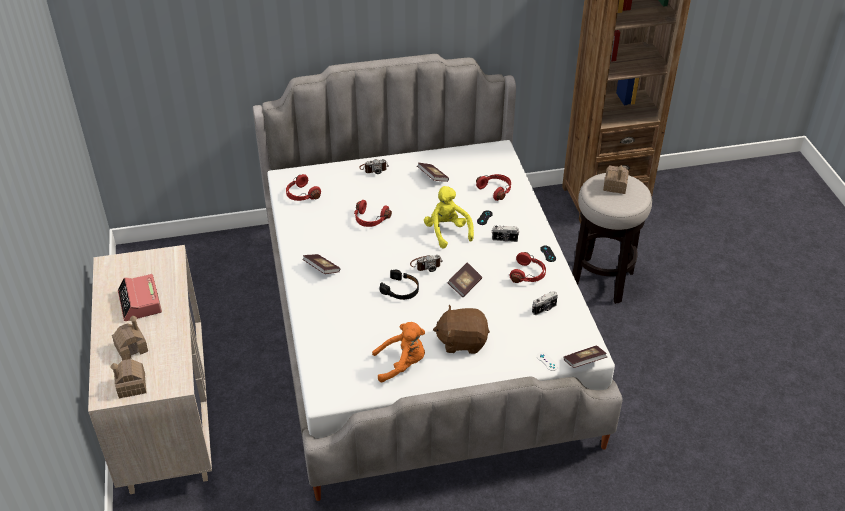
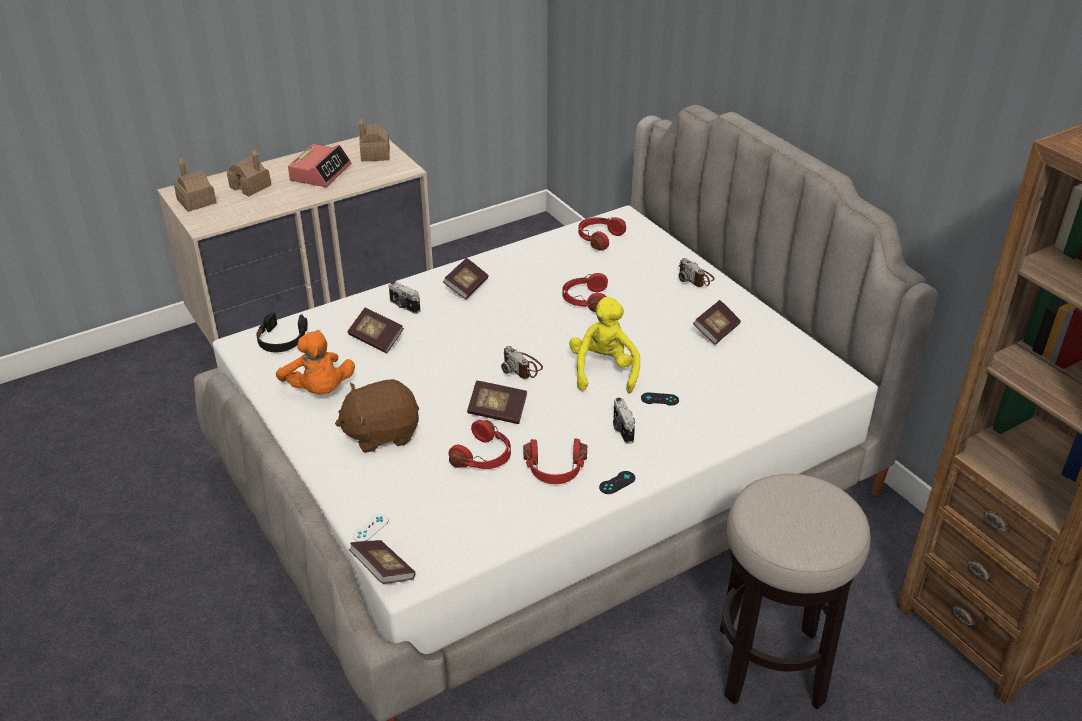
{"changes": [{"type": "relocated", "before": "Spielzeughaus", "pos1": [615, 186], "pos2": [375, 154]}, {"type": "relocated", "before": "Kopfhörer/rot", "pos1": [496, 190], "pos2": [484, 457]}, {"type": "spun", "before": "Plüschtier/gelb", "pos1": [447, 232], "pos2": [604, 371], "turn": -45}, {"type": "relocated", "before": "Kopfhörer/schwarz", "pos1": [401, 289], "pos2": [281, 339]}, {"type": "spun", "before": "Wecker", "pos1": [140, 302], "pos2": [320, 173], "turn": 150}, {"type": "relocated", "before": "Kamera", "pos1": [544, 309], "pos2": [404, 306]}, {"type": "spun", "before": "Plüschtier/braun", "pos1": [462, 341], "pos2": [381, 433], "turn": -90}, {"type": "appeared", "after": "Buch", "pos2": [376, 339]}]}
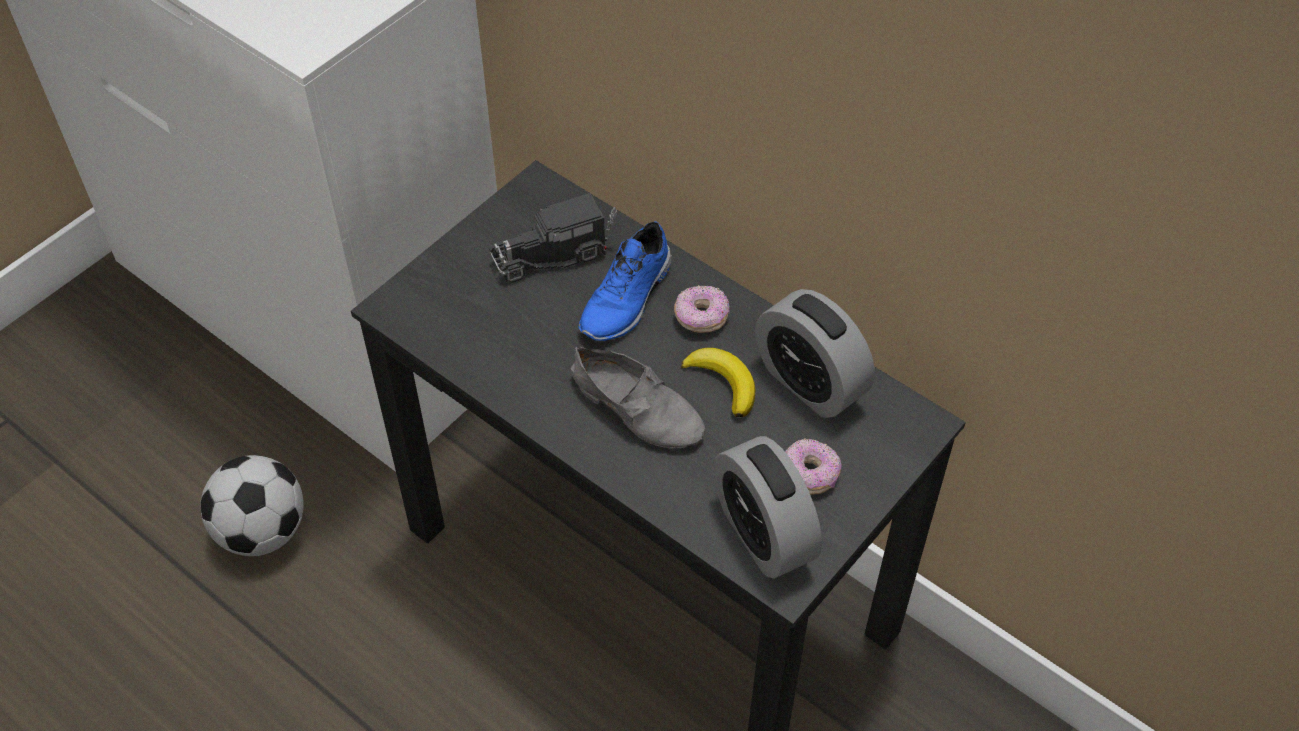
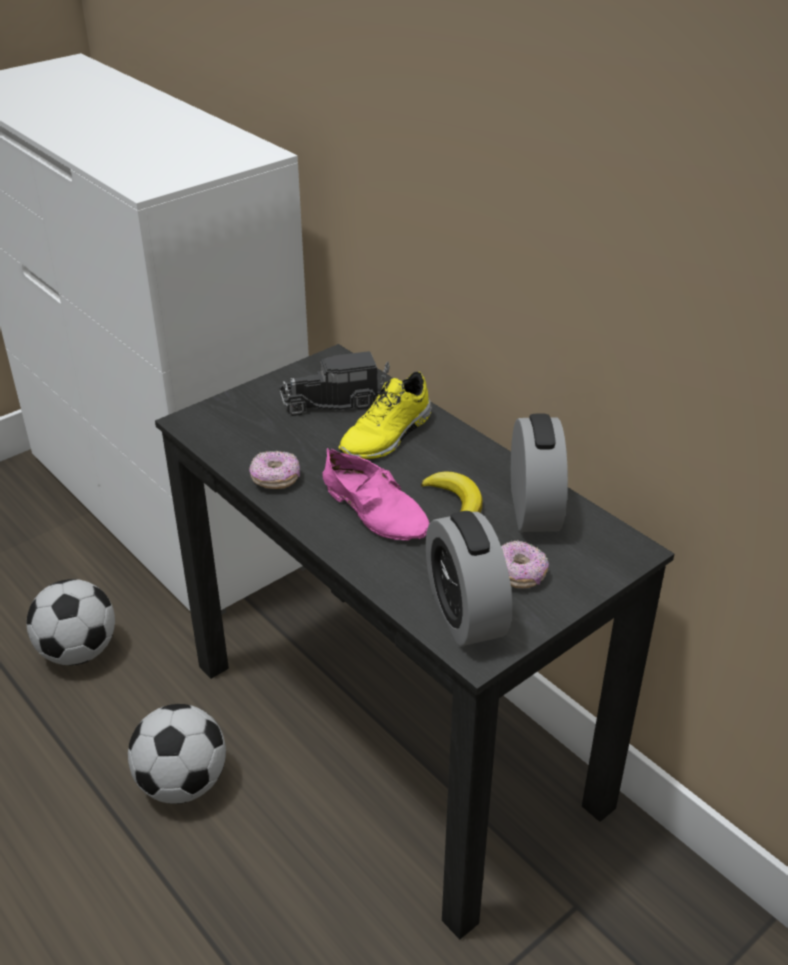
{"changes": [{"type": "colour", "before": "Schuh/blau", "after": "Schuh/gelb", "pos1": [628, 299], "pos2": [388, 436]}, {"type": "relocated", "before": "Donut", "pos1": [701, 317], "pos2": [275, 479]}, {"type": "spun", "before": "Wecker", "pos1": [810, 382], "pos2": [534, 509], "turn": -150}, {"type": "colour", "before": "Schuh/grau", "after": "Schuh/rosa", "pos1": [639, 406], "pos2": [376, 509]}, {"type": "appeared", "after": "Fußball", "pos2": [183, 783]}]}
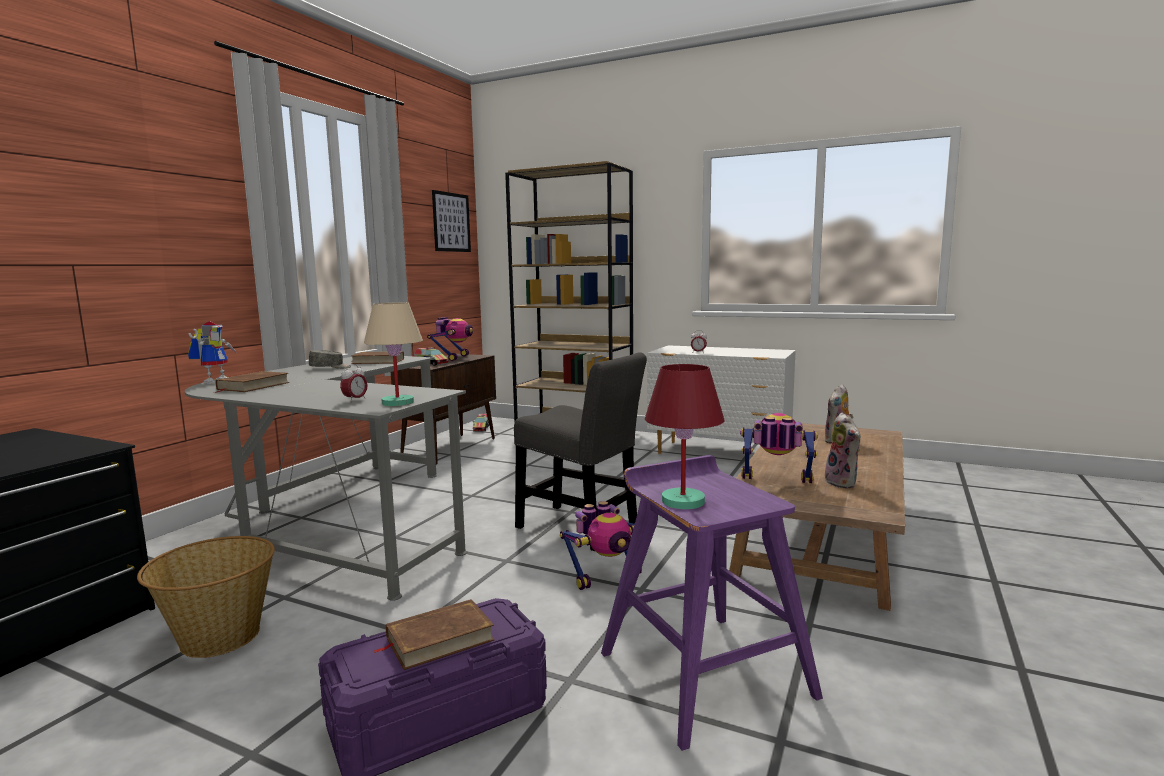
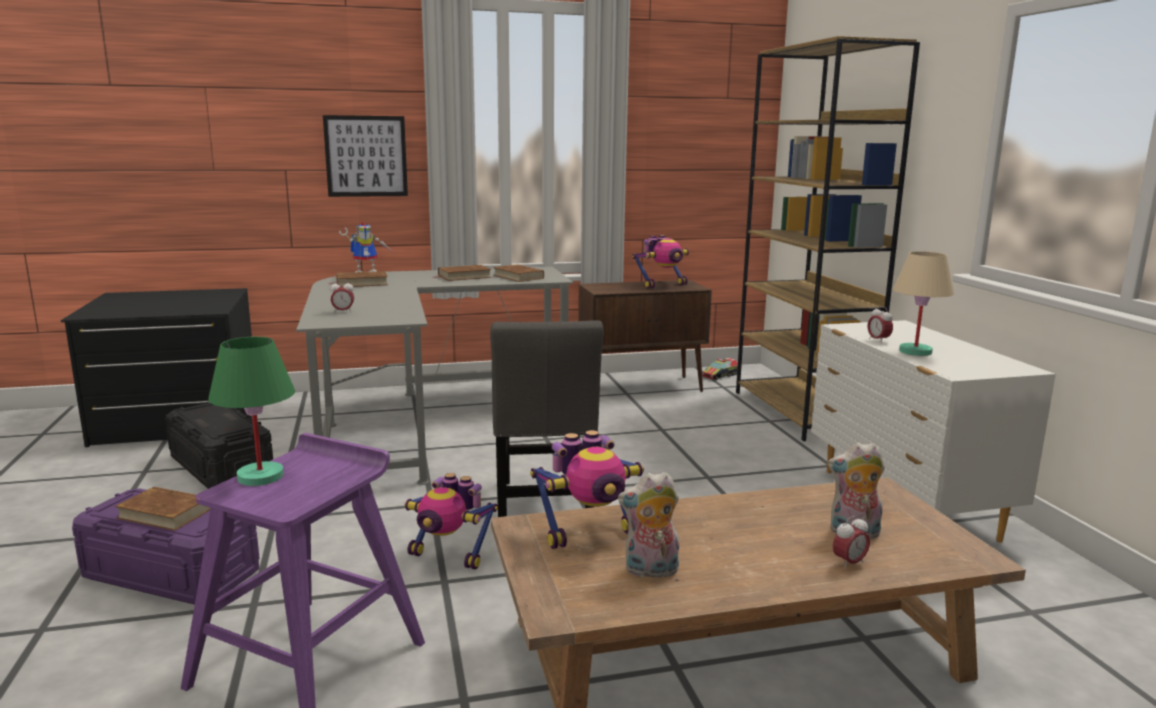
{"changes": [{"type": "relocated", "before": "Bild", "pos1": [451, 222], "pos2": [366, 156]}, {"type": "relocated", "before": "Tischlampe/beige", "pos1": [398, 403], "pos2": [915, 352]}, {"type": "missing", "before": "Spielzeuglaster", "pos1": [431, 363]}, {"type": "exchanged", "before": "Kappe/grau", "after": "Buch/braun", "pos1": [330, 368], "pos2": [464, 276]}, {"type": "colour", "before": "Tischlampe/rot", "after": "Tischlampe/grün", "pos1": [683, 501], "pos2": [261, 476]}, {"type": "spun", "before": "Spielzeugroboter", "pos1": [776, 483], "pos2": [589, 532], "turn": 90}, {"type": "spun", "before": "Plüschtier", "pos1": [843, 483], "pos2": [650, 571], "turn": 45}, {"type": "exchanged", "before": "Korb", "after": "Aufbewahrungsbox/schwarz", "pos1": [218, 637], "pos2": [221, 467]}, {"type": "appeared", "after": "Wecker", "pos2": [849, 563]}]}
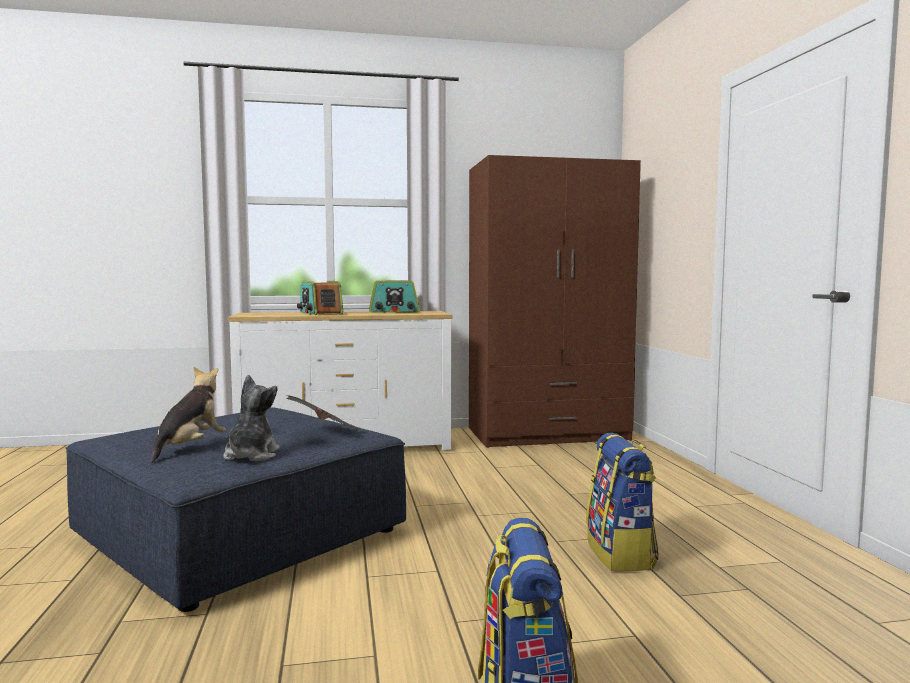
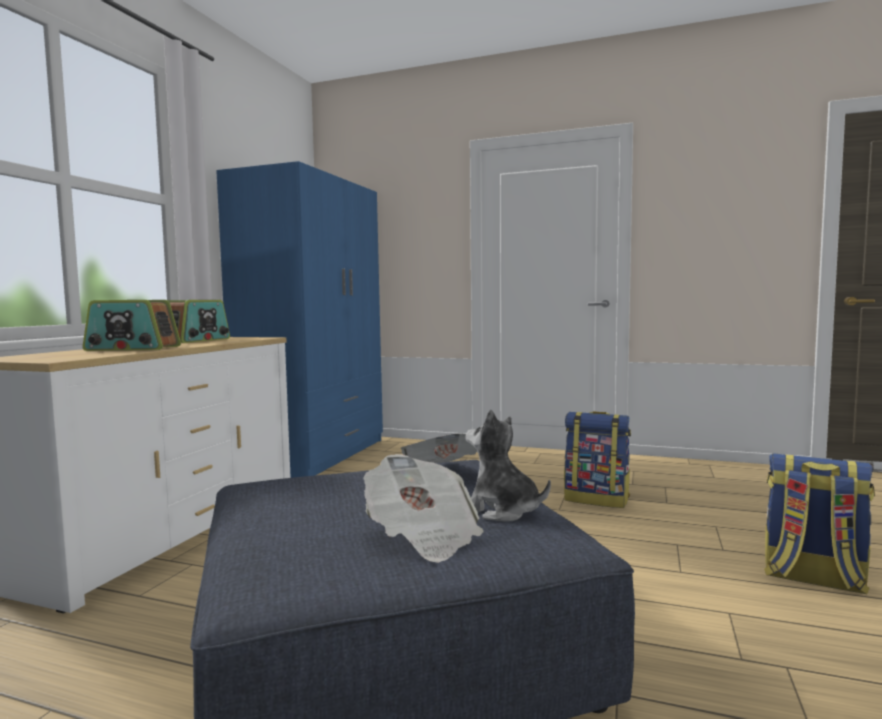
{"changes": [{"type": "colour", "before": "Kleiderschrank/braun", "after": "Kleiderschrank/blau", "pos1": [548, 434], "pos2": [315, 455]}, {"type": "exchanged", "before": "Plüschtier", "after": "Zeitung", "pos1": [190, 448], "pos2": [423, 536]}]}
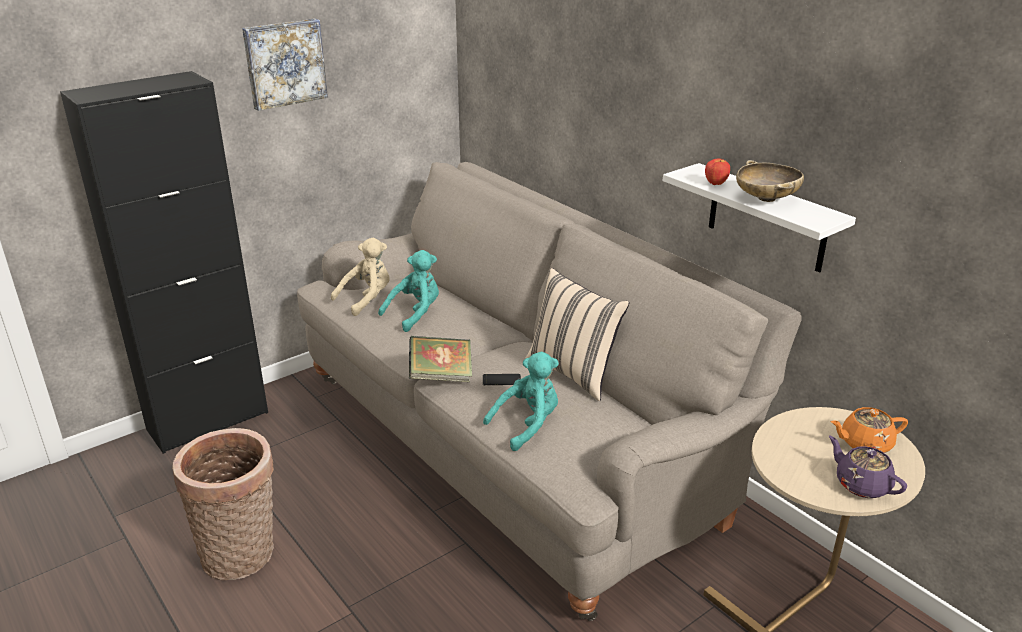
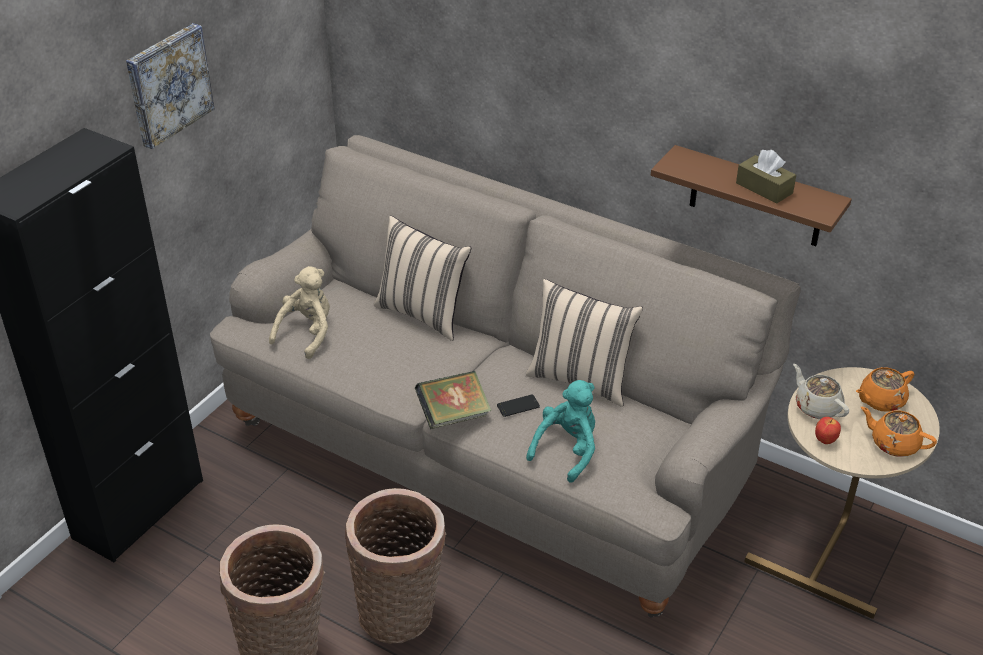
{"changes": [{"type": "relocated", "before": "Apfel", "pos1": [715, 184], "pos2": [825, 440]}, {"type": "exchanged", "before": "Schüssel/beige", "after": "Taschentuchbox/braun", "pos1": [766, 199], "pos2": [764, 188]}, {"type": "colour", "before": "Wandregal/weiß", "after": "Wandregal/braun", "pos1": [767, 218], "pos2": [756, 198]}, {"type": "missing", "before": "Plüschtier/türkis", "pos1": [415, 314]}, {"type": "colour", "before": "Teekanne/lila", "after": "Teekanne/orange", "pos1": [861, 484], "pos2": [893, 444]}, {"type": "appeared", "after": "Kissen/beige", "pos2": [423, 313]}, {"type": "appeared", "after": "Teekanne/beige", "pos2": [817, 407]}, {"type": "appeared", "after": "Korb", "pos2": [401, 612]}]}
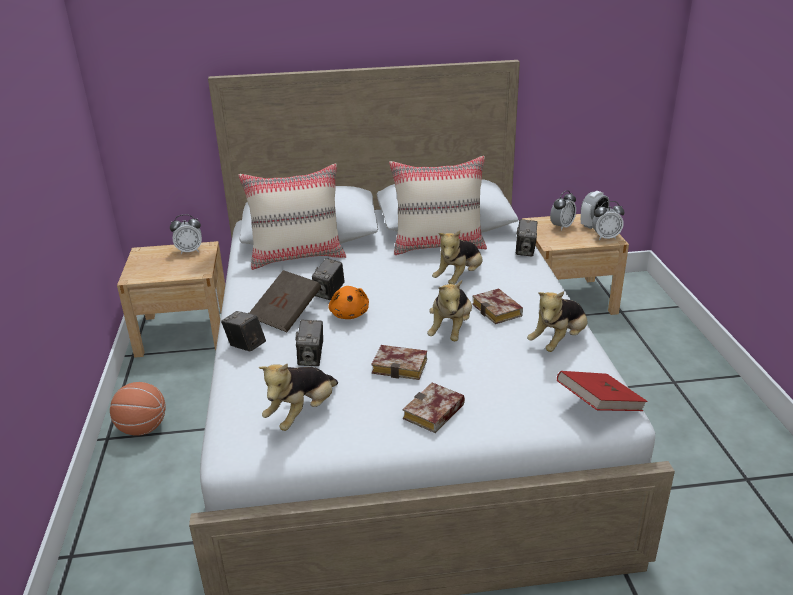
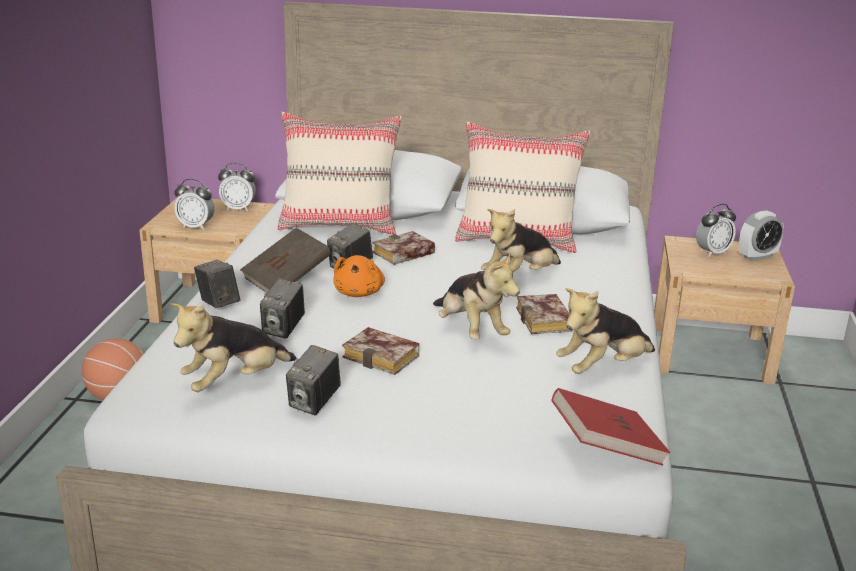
{"changes": [{"type": "relocated", "before": "Wecker", "pos1": [605, 237], "pos2": [196, 227]}, {"type": "relocated", "before": "Kamera", "pos1": [525, 251], "pos2": [314, 403]}, {"type": "spun", "before": "Plüschtier", "pos1": [451, 330], "pos2": [470, 330], "turn": -60}, {"type": "relocated", "before": "Buch", "pos1": [434, 414], "pos2": [402, 254]}]}
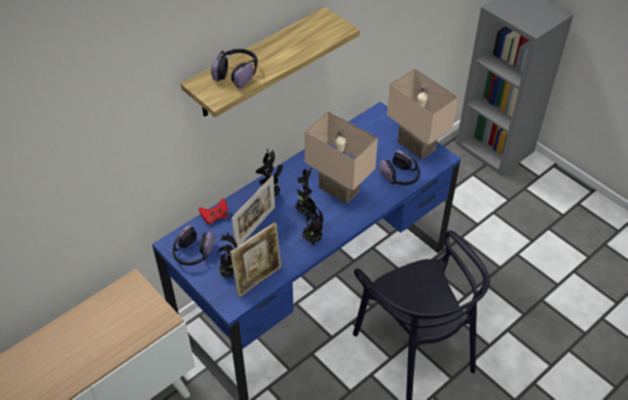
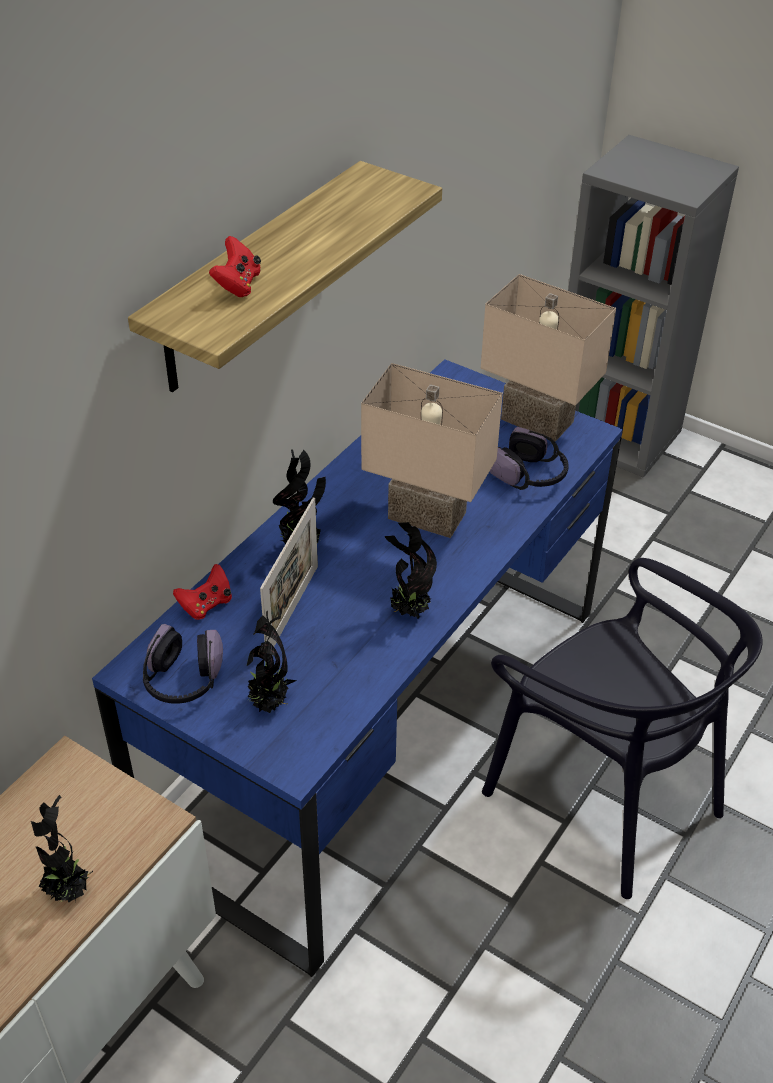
{"changes": [{"type": "exchanged", "before": "Kopfhörer", "after": "Gamepad/rot", "pos1": [237, 73], "pos2": [238, 285]}, {"type": "relocated", "before": "Topfpflanze", "pos1": [306, 212], "pos2": [69, 890]}, {"type": "missing", "before": "Bilderrahmen", "pos1": [258, 279]}]}
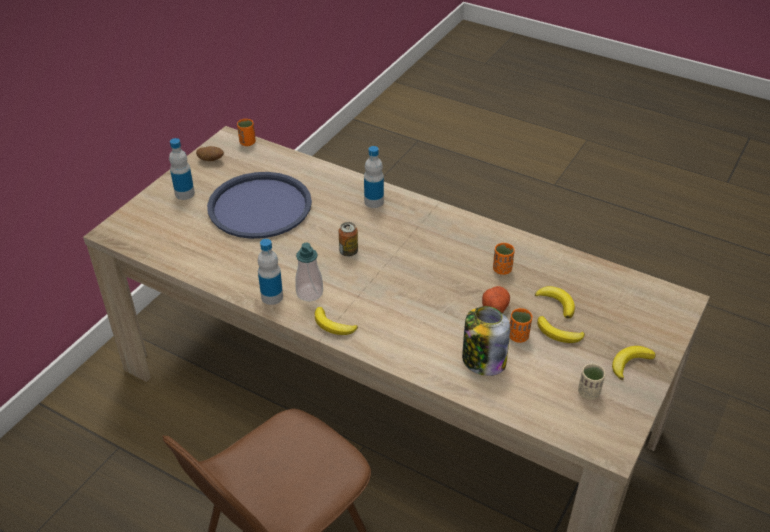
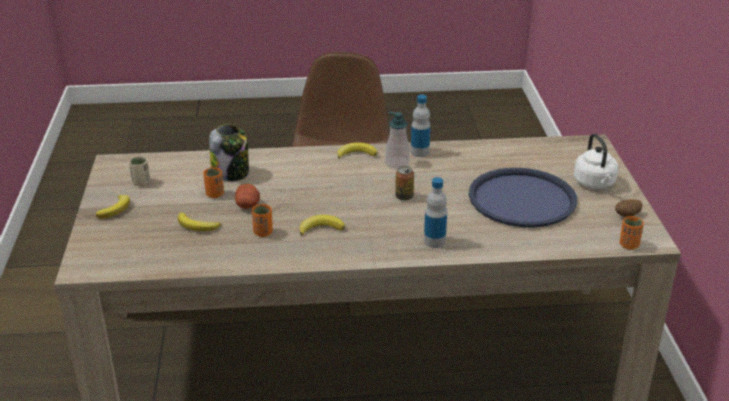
{"changes": [{"type": "exchanged", "before": "Flasche", "after": "Wasserkessel/weiß", "pos1": [184, 194], "pos2": [595, 184]}, {"type": "relocated", "before": "Banane", "pos1": [559, 334], "pos2": [321, 228]}]}
